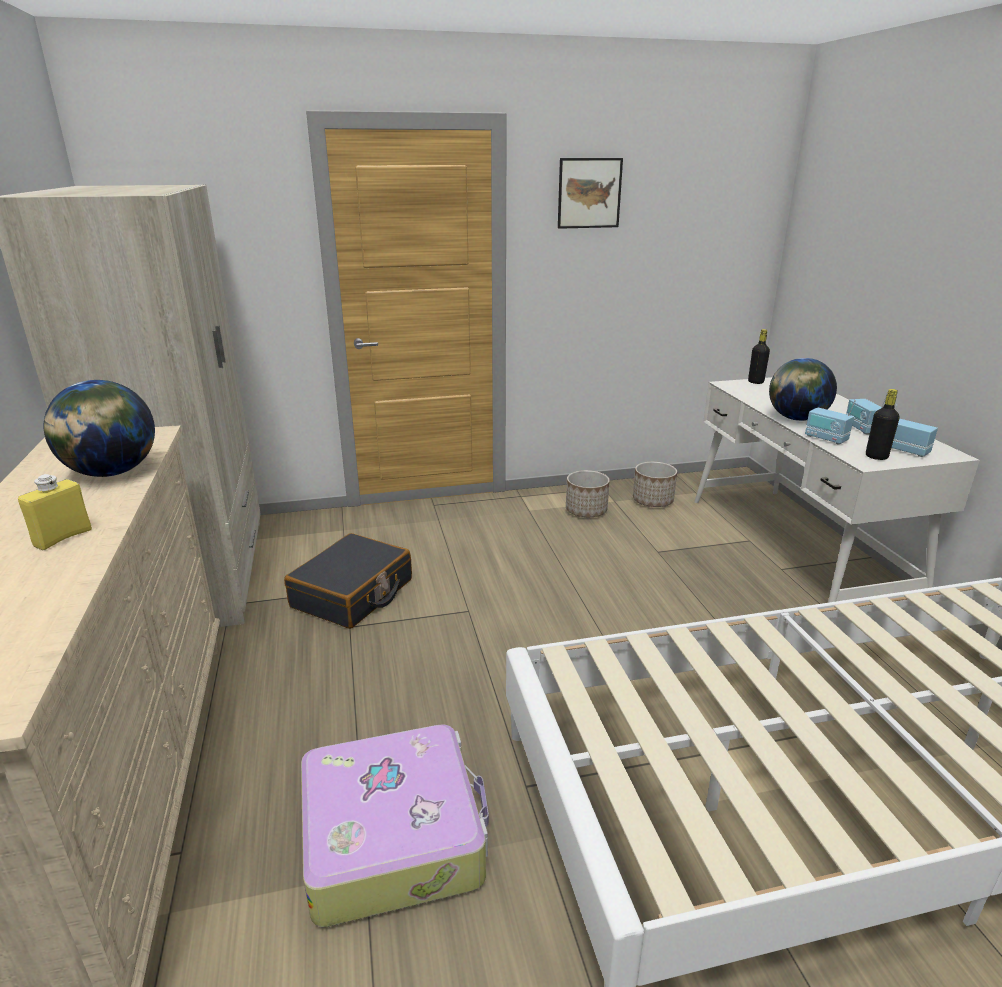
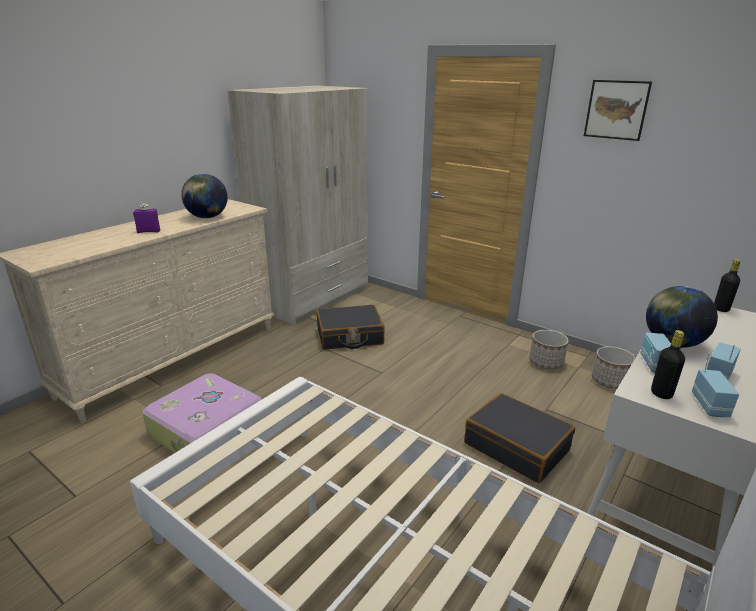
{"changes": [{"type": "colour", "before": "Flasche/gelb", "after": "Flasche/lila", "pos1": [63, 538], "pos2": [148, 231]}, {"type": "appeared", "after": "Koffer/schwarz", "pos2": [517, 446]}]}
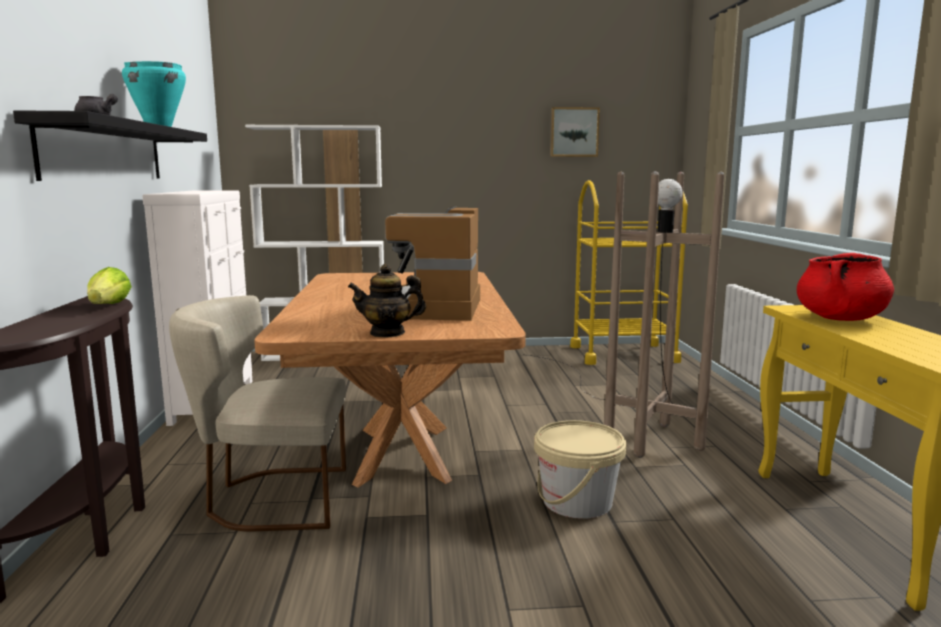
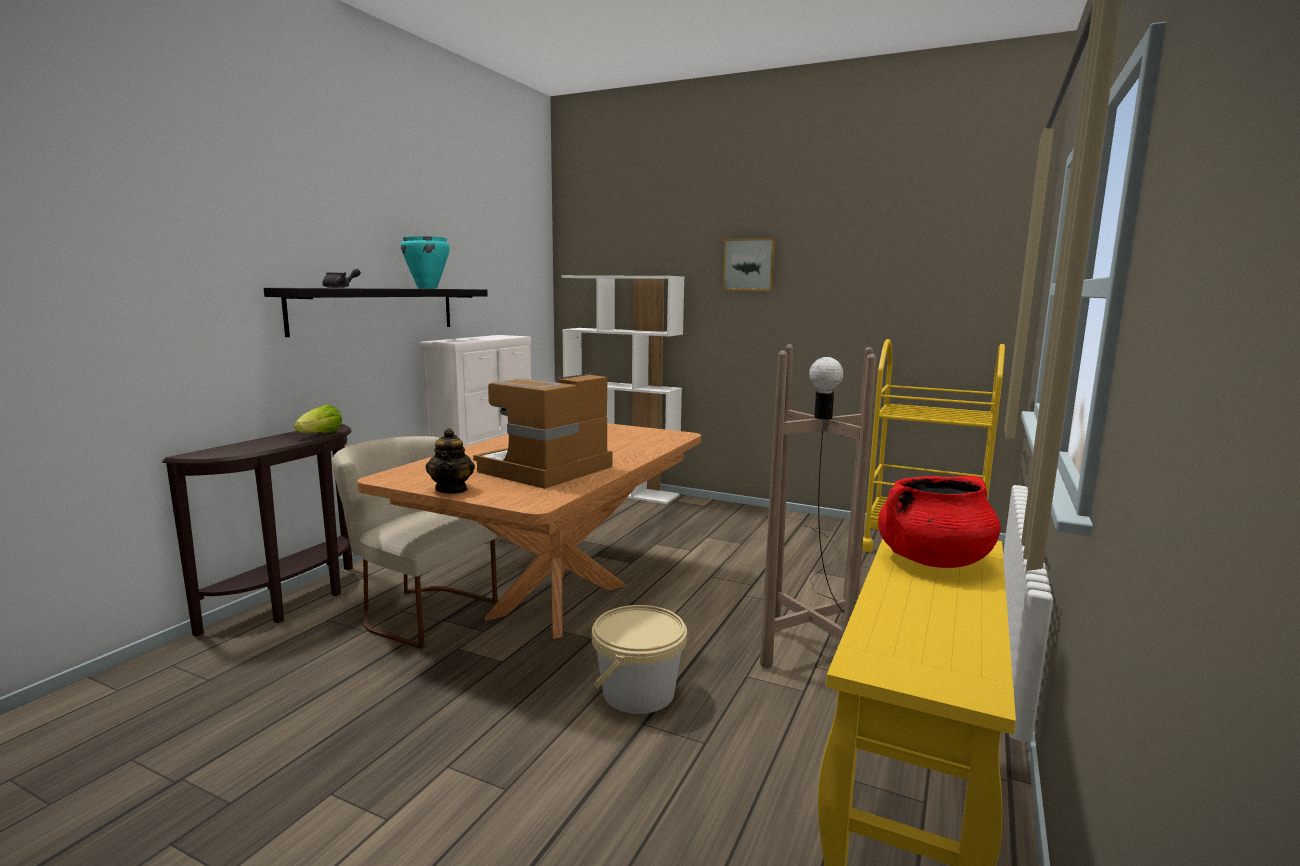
{"changes": [{"type": "relocated", "before": "Bild", "pos1": [574, 132], "pos2": [749, 264]}, {"type": "spun", "before": "Teekanne", "pos1": [387, 333], "pos2": [452, 489], "turn": -120}]}
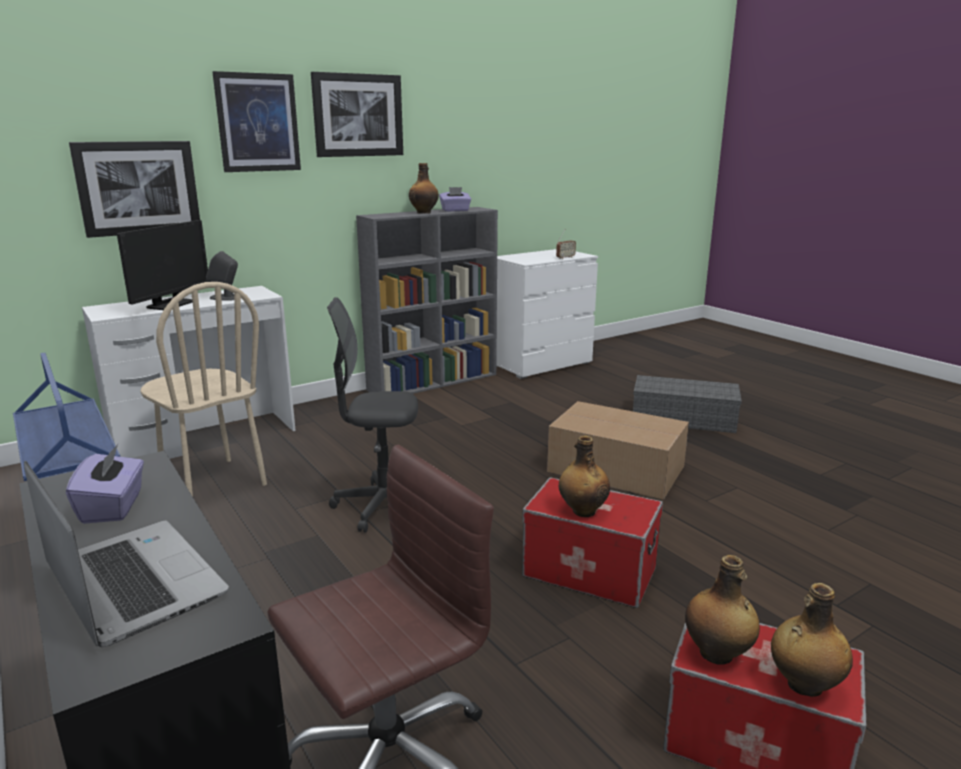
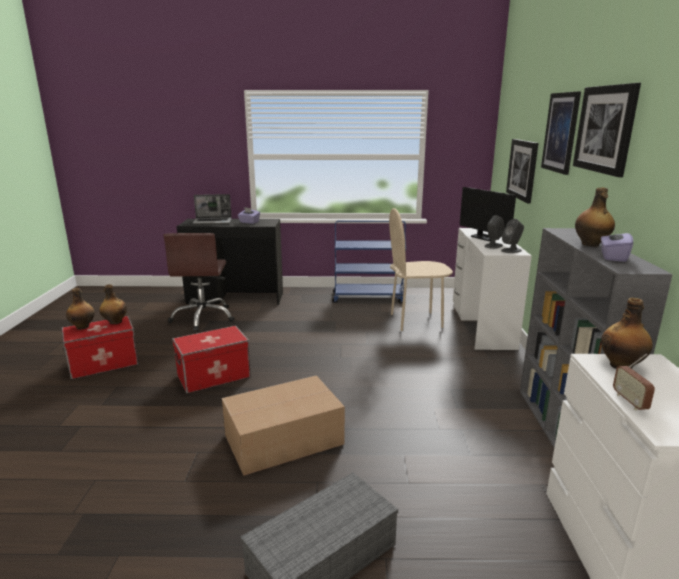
{"changes": [{"type": "missing", "before": "Bürostuhl/grau", "pos1": [382, 506]}, {"type": "relocated", "before": "Flasche", "pos1": [582, 511], "pos2": [621, 365]}, {"type": "appeared", "after": "Lautsprecher/grau", "pos2": [511, 250]}]}
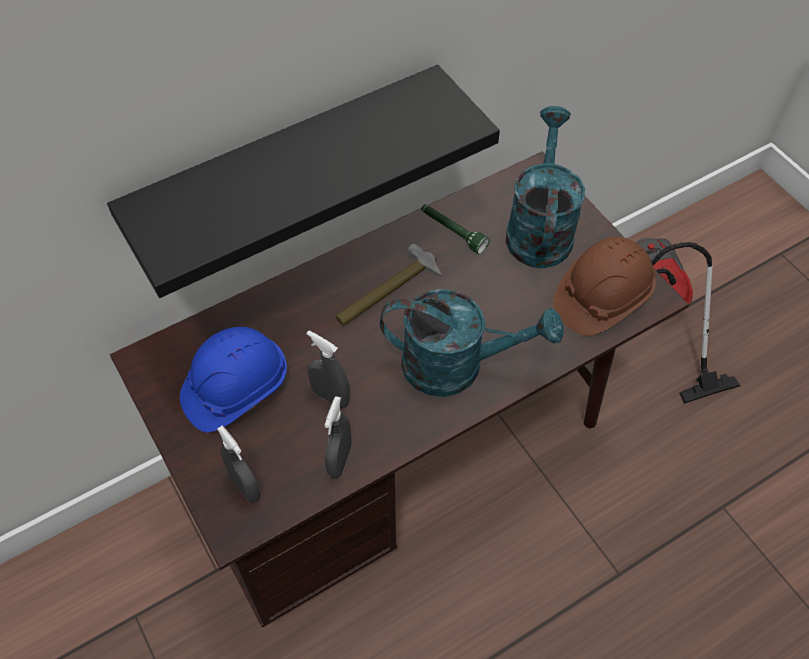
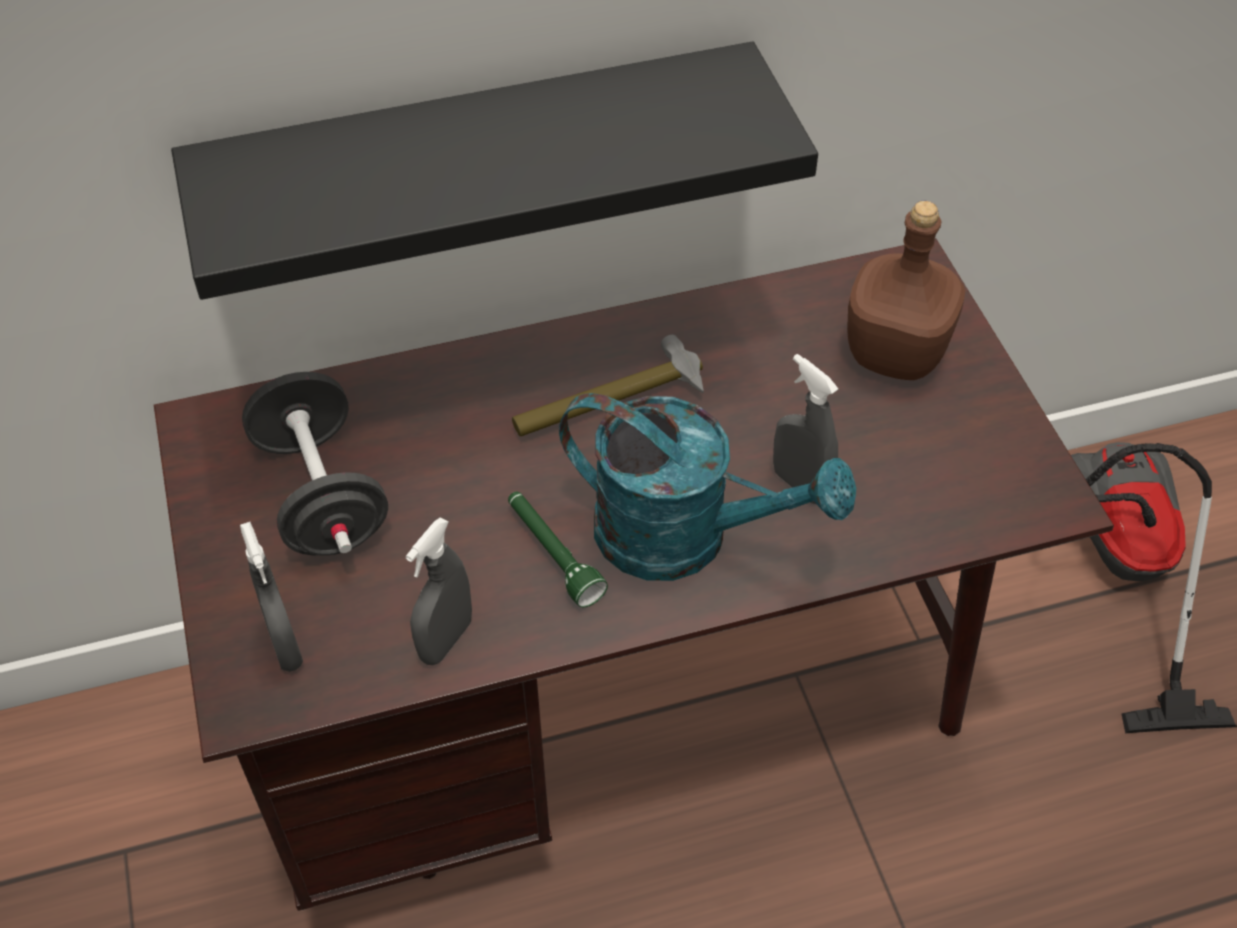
{"changes": [{"type": "exchanged", "before": "Gießkanne/türkis", "after": "Flasche/braun", "pos1": [539, 227], "pos2": [892, 353]}, {"type": "relocated", "before": "Taschenlampe/grün", "pos1": [452, 232], "pos2": [552, 554]}, {"type": "missing", "before": "Schutzhelm/braun", "pos1": [601, 298]}, {"type": "exchanged", "before": "Schutzhelm/blau", "after": "Hantel/schwarz", "pos1": [235, 388], "pos2": [322, 495]}, {"type": "relocated", "before": "Sprühflasche/grau", "pos1": [330, 397], "pos2": [800, 485]}]}
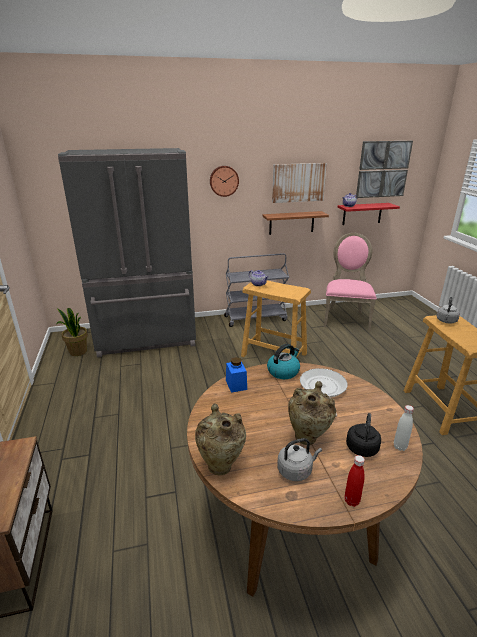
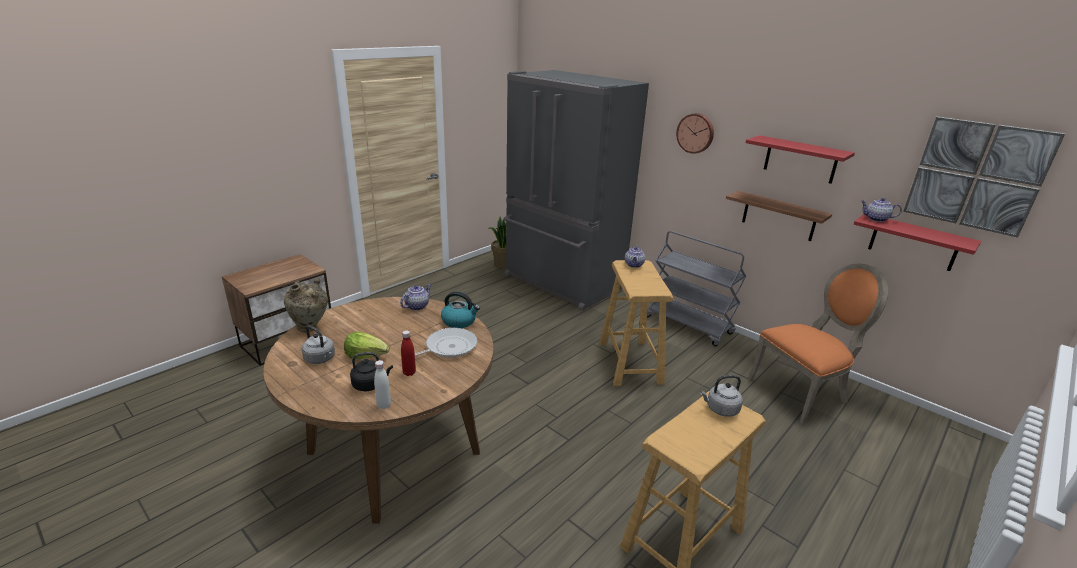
{"changes": [{"type": "exchanged", "before": "Bild", "after": "Wandregal/rot", "pos1": [298, 182], "pos2": [800, 159]}, {"type": "colour", "before": "Stuhl/rosa", "after": "Stuhl/orange", "pos1": [345, 318], "pos2": [802, 392]}, {"type": "exchanged", "before": "Vorratsglas/blau", "after": "Teekanne", "pos1": [236, 385], "pos2": [417, 306]}, {"type": "exchanged", "before": "Vase/beige", "after": "Salatkopf", "pos1": [308, 437], "pos2": [366, 355]}, {"type": "relocated", "before": "Flasche/rot", "pos1": [351, 501], "pos2": [409, 373]}]}
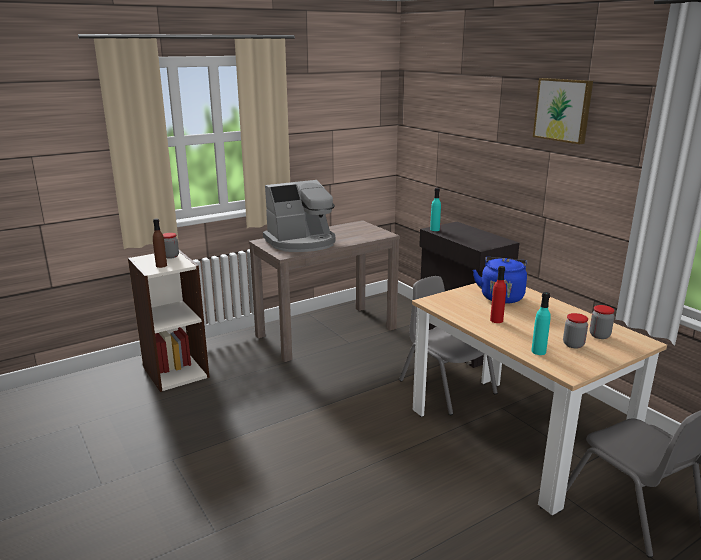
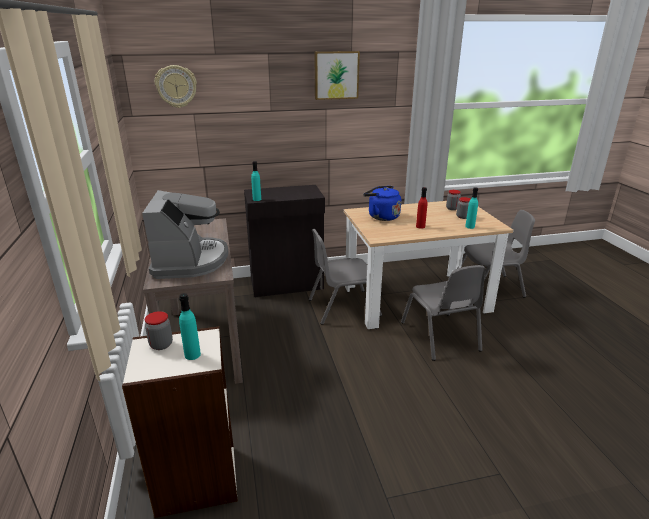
{"changes": [{"type": "colour", "before": "Flasche/braun", "after": "Flasche/türkis", "pos1": [161, 265], "pos2": [192, 355]}, {"type": "appeared", "after": "Wanduhr", "pos2": [176, 86]}, {"type": "appeared", "after": "Stuhl/grau", "pos2": [440, 336]}]}
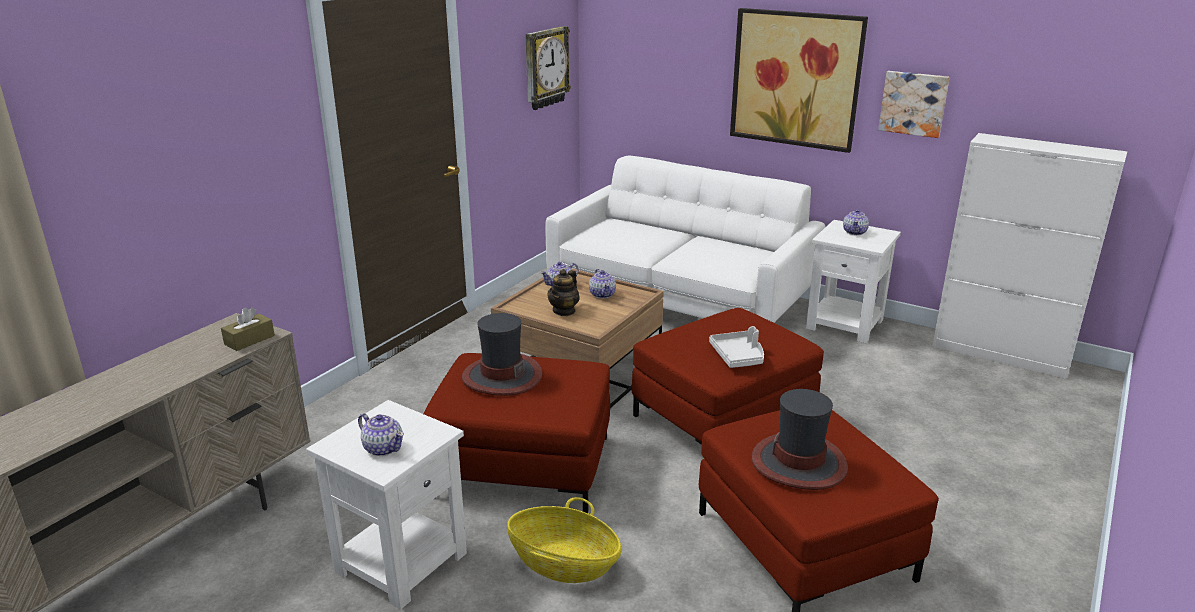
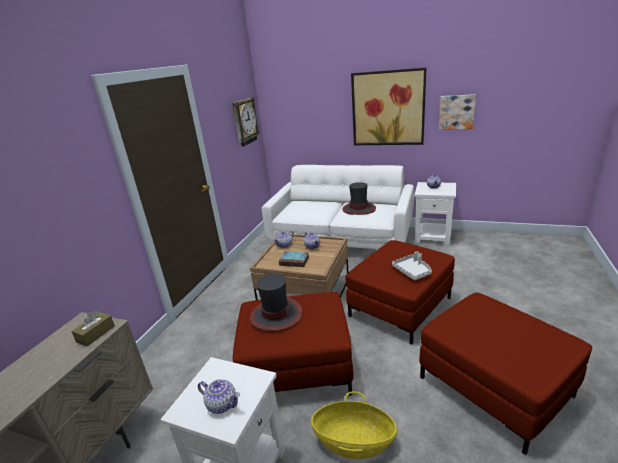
{"changes": [{"type": "missing", "before": "Schrank/weiß", "pos1": [1001, 354]}, {"type": "exchanged", "before": "Teekanne", "after": "Buch", "pos1": [564, 311], "pos2": [295, 261]}, {"type": "relocated", "before": "Hut", "pos1": [799, 463], "pos2": [359, 209]}]}
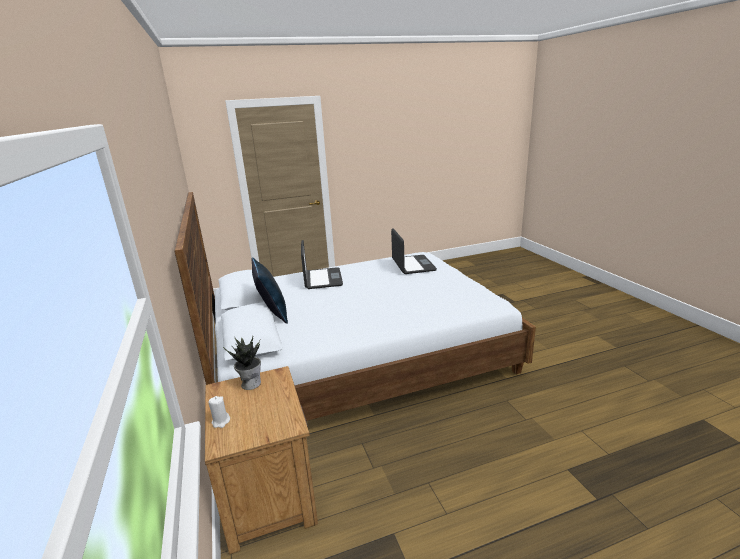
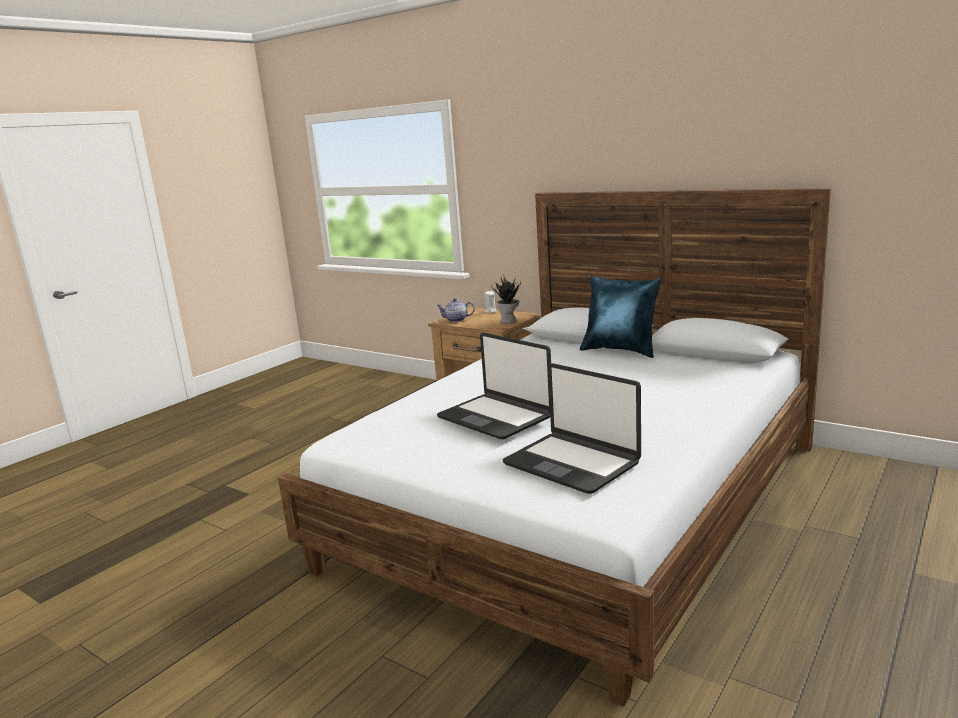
{"changes": [{"type": "relocated", "before": "Laptop", "pos1": [322, 279], "pos2": [495, 417]}, {"type": "appeared", "after": "Teekanne", "pos2": [456, 320]}]}
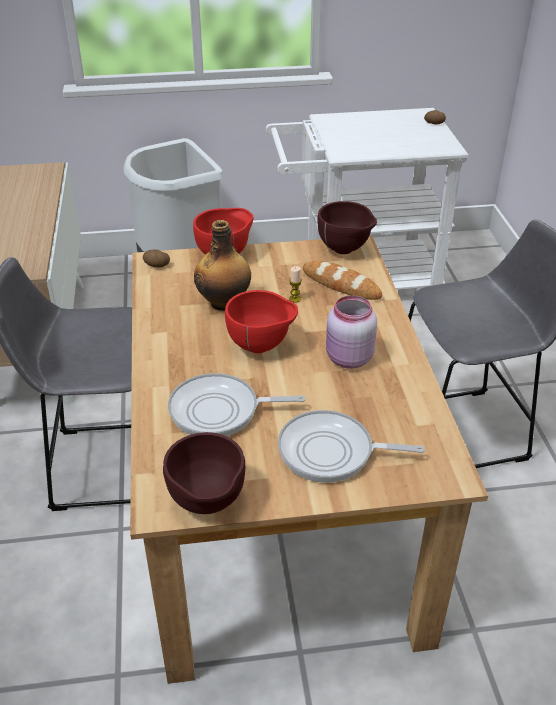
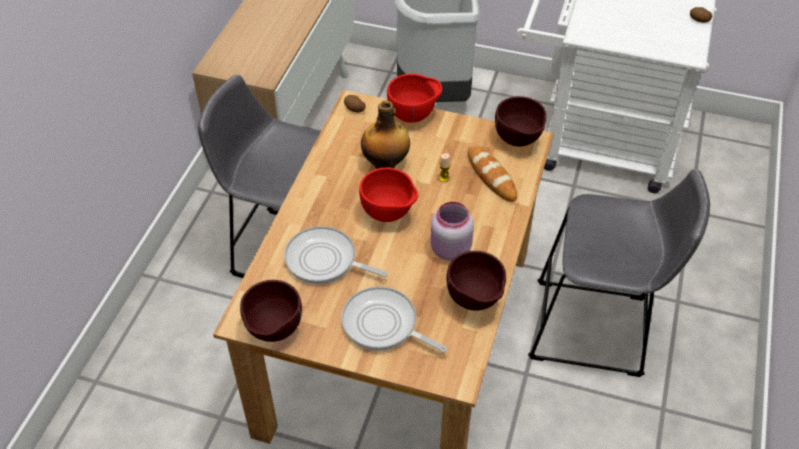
{"changes": [{"type": "appeared", "after": "Schüssel/braun", "pos2": [475, 302]}]}
